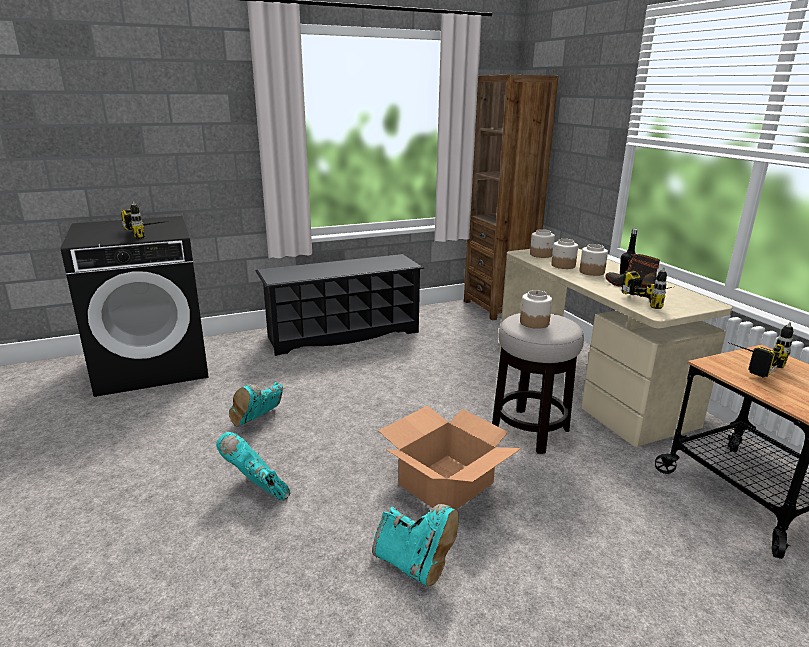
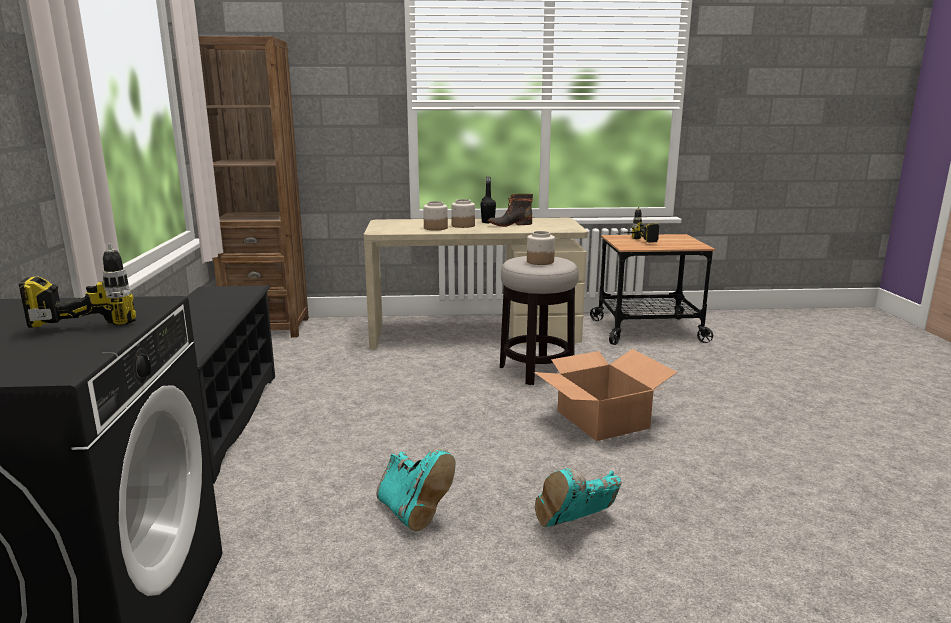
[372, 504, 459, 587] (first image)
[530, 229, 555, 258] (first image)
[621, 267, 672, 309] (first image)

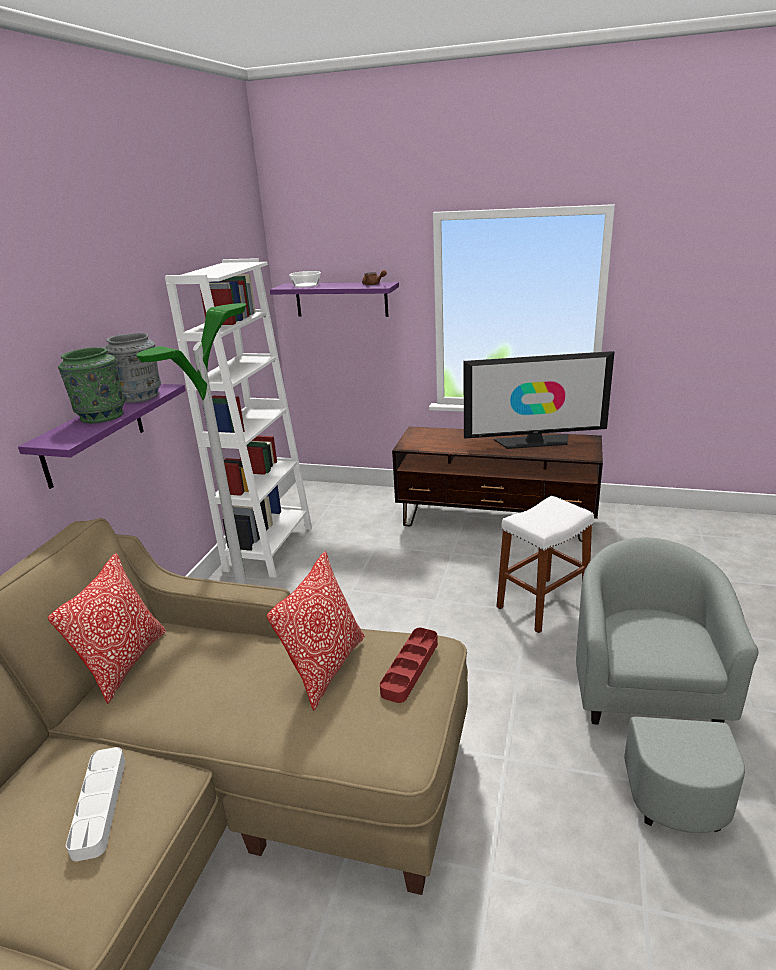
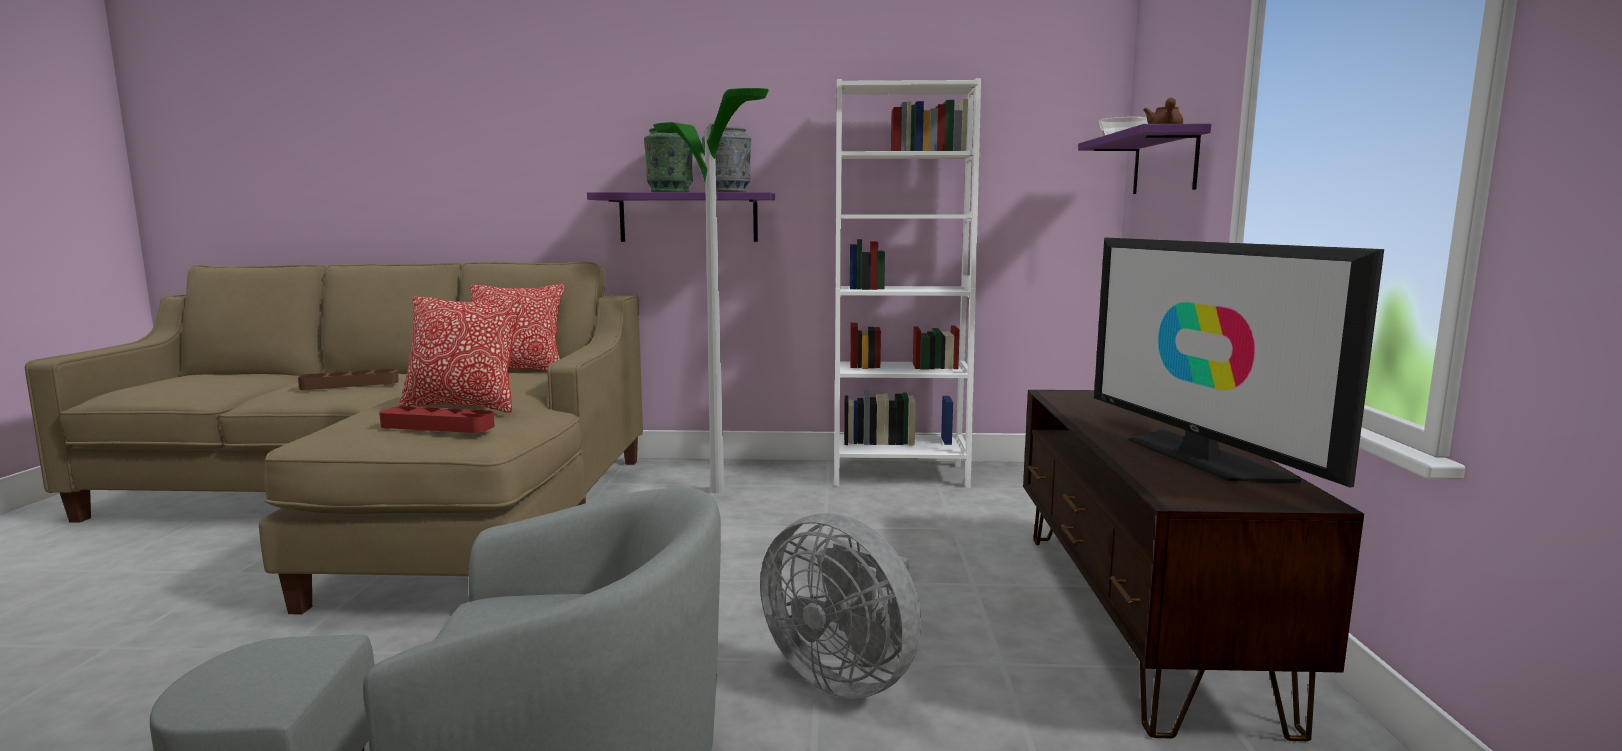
[298, 369, 399, 390]
[760, 513, 921, 699]

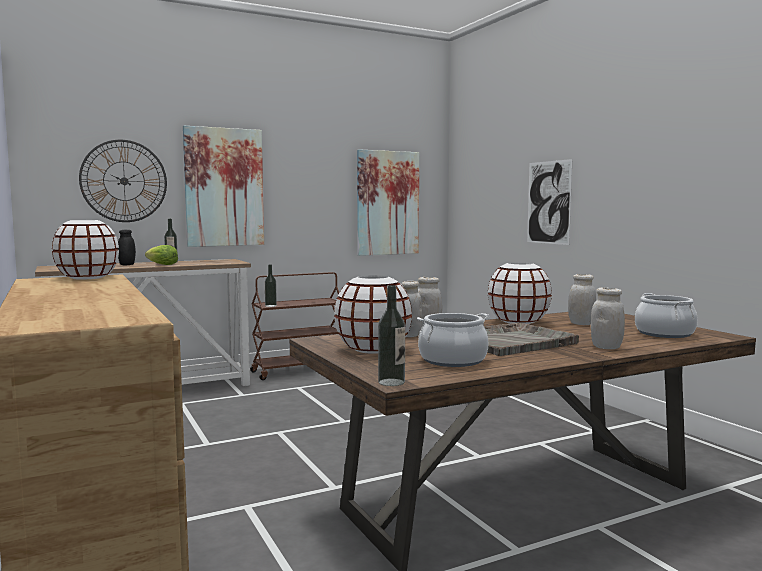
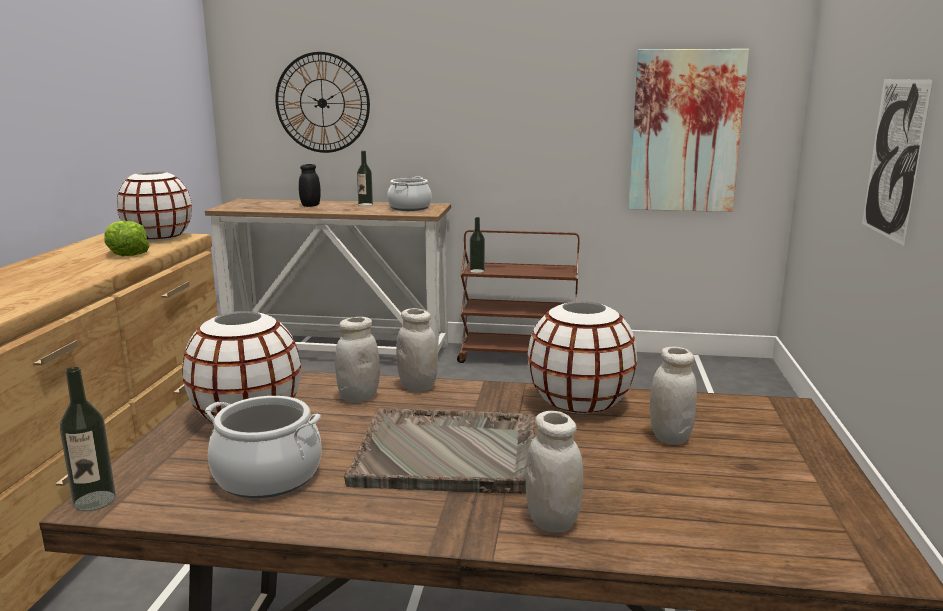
[104, 221, 150, 256]
[183, 126, 264, 247] (first image)
[387, 176, 432, 211]

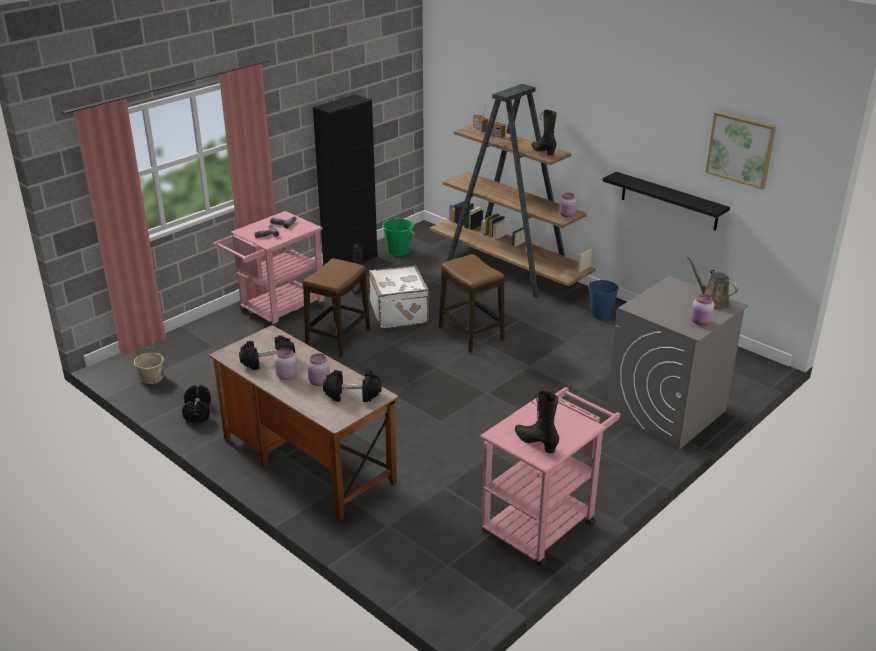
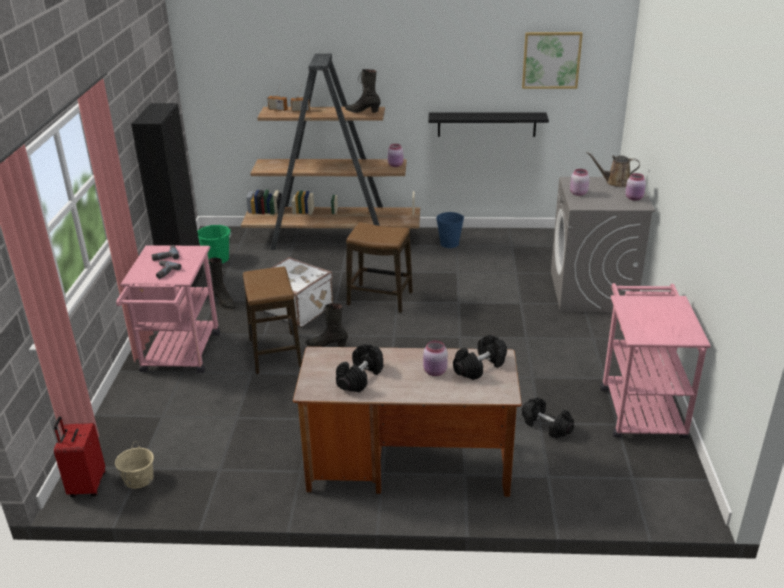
[522, 397, 574, 438]
[570, 169, 589, 196]
[306, 303, 348, 347]
[54, 416, 105, 497]

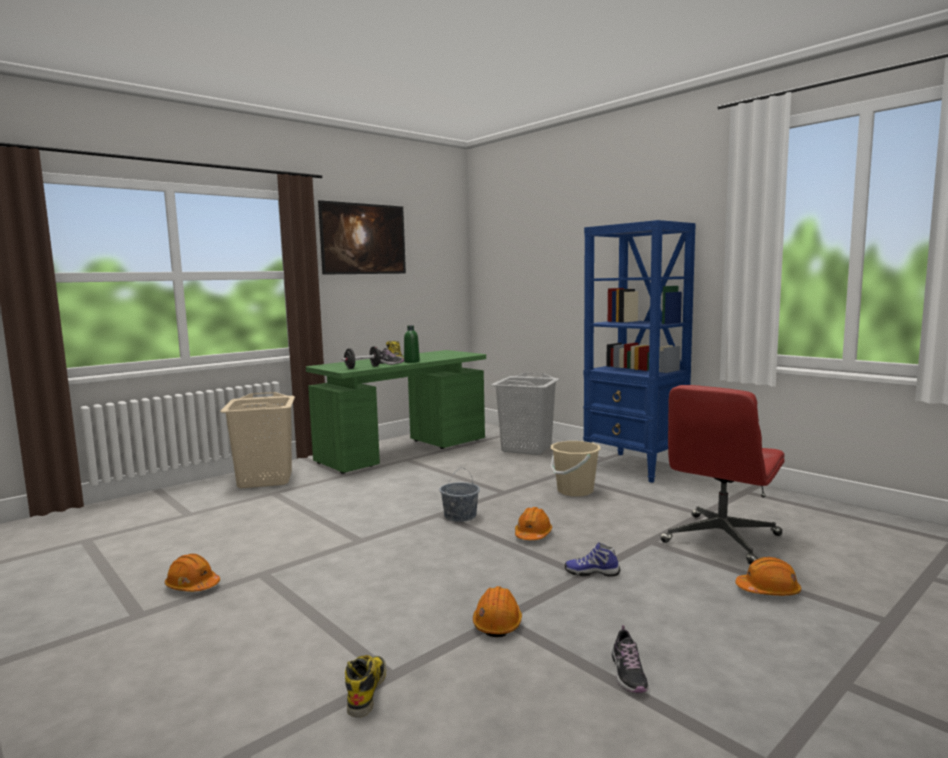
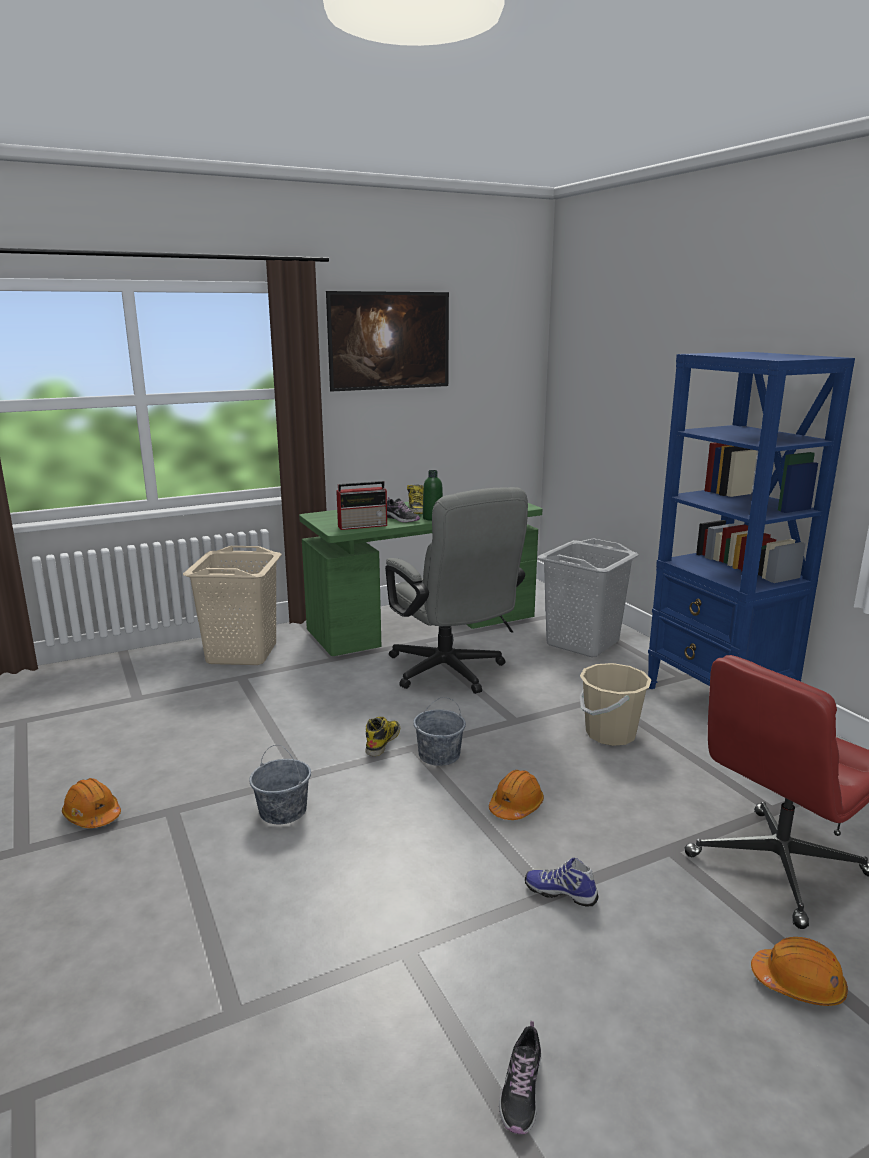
[336, 481, 387, 530]
[366, 717, 400, 756]
[473, 586, 522, 637] (first image)
[249, 745, 311, 824]
[385, 487, 528, 694]

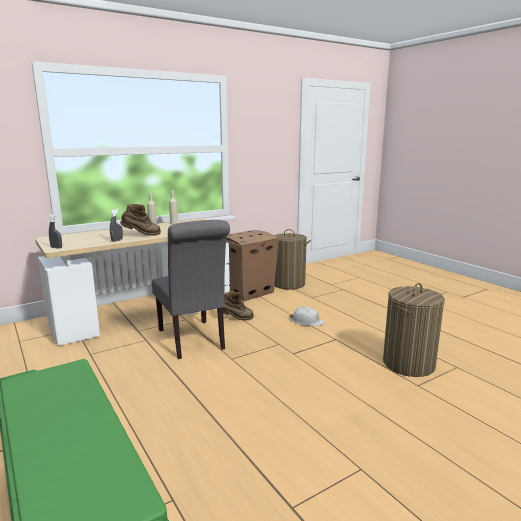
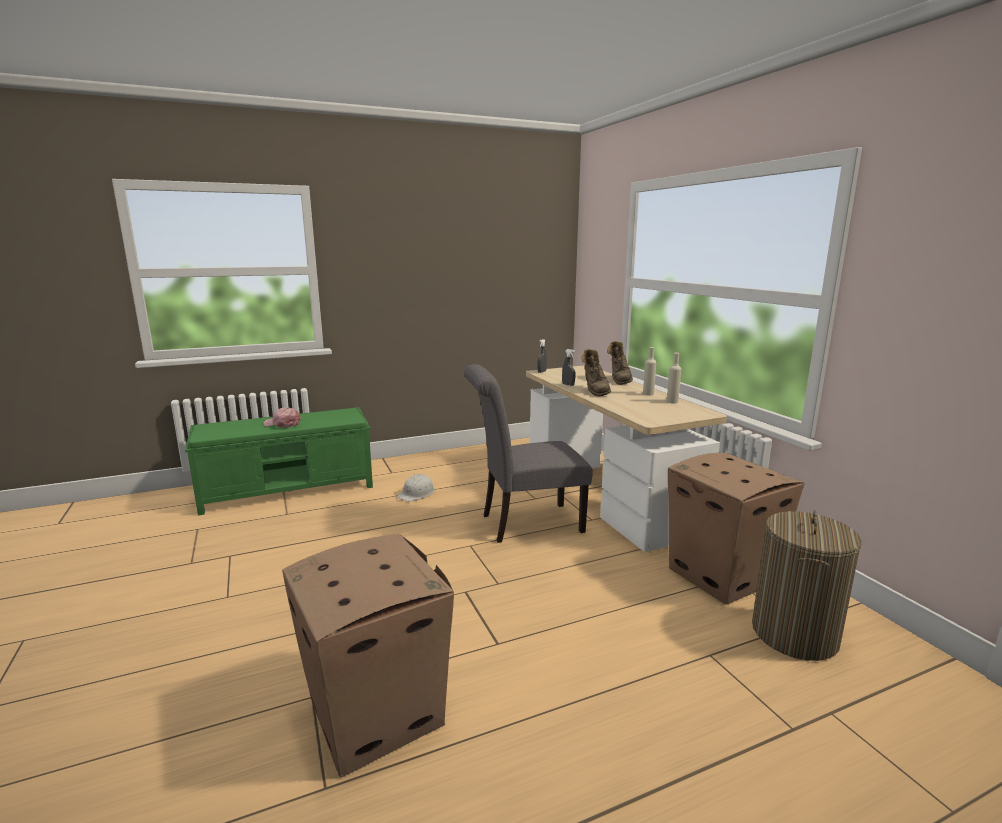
[607, 341, 633, 385]
[397, 474, 435, 501]
[282, 534, 454, 777]
[263, 407, 301, 428]

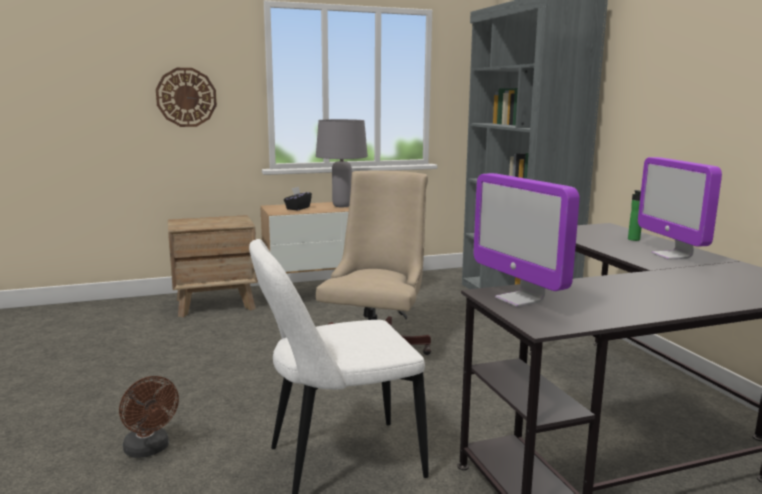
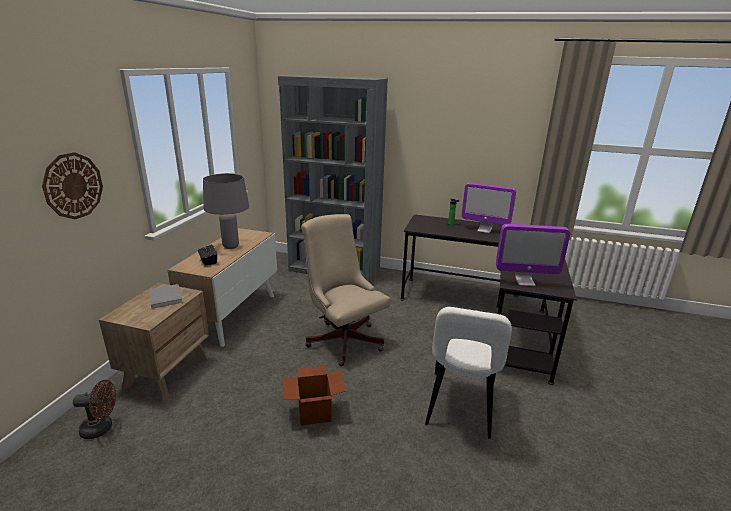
[73, 380, 116, 439]
[149, 284, 183, 308]
[283, 366, 346, 426]

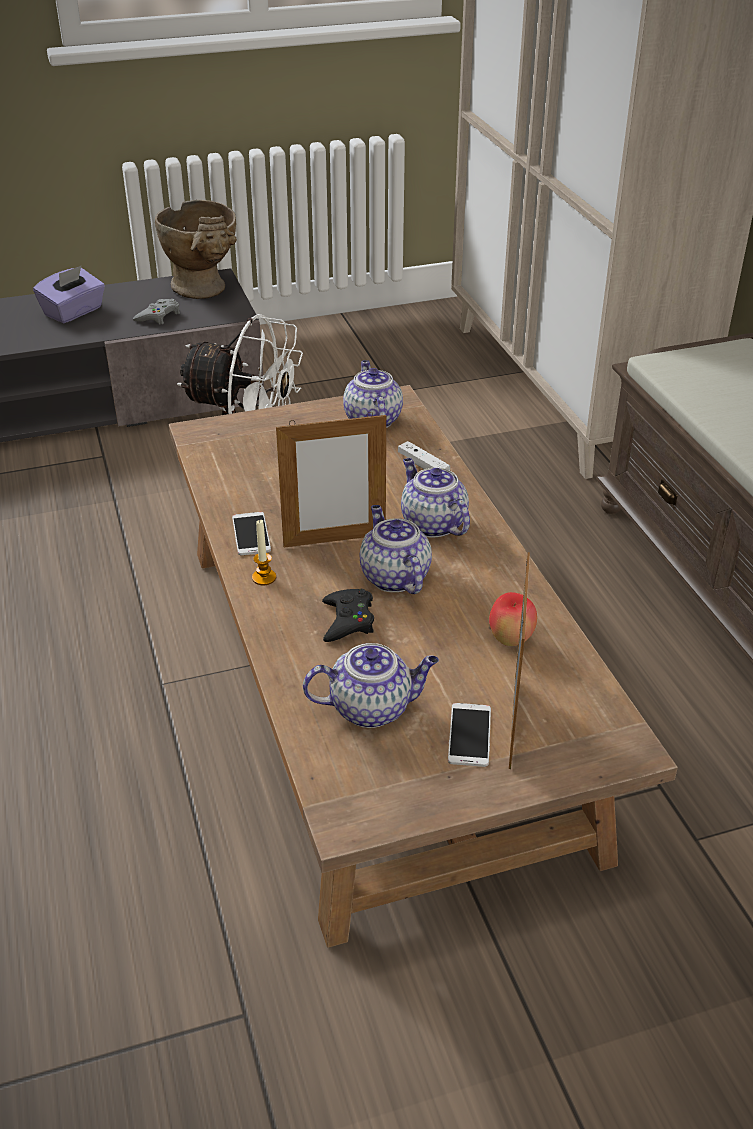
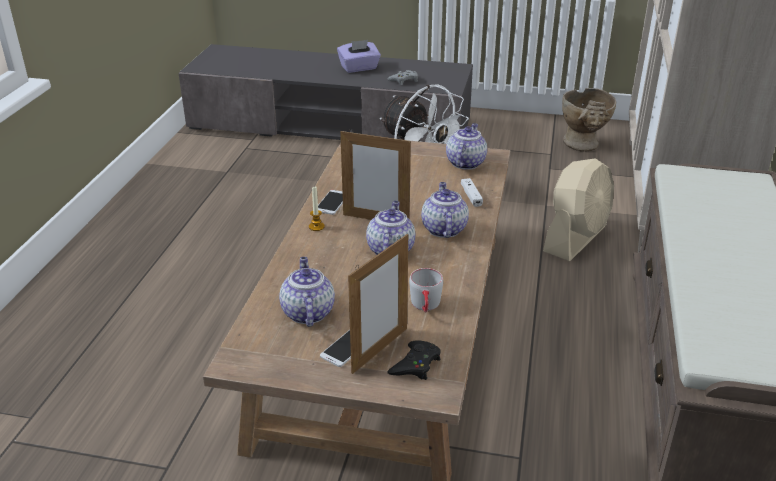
[562, 88, 616, 152]
[279, 257, 335, 327]
[387, 340, 441, 380]
[409, 268, 443, 312]
[543, 158, 614, 261]

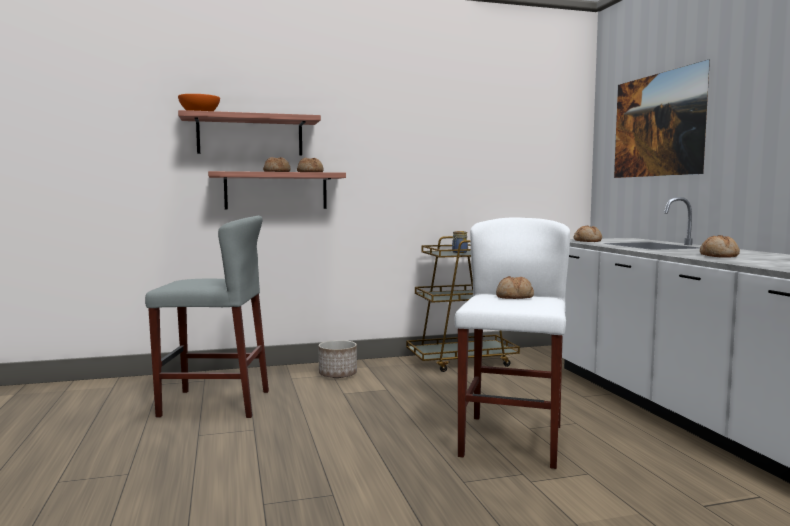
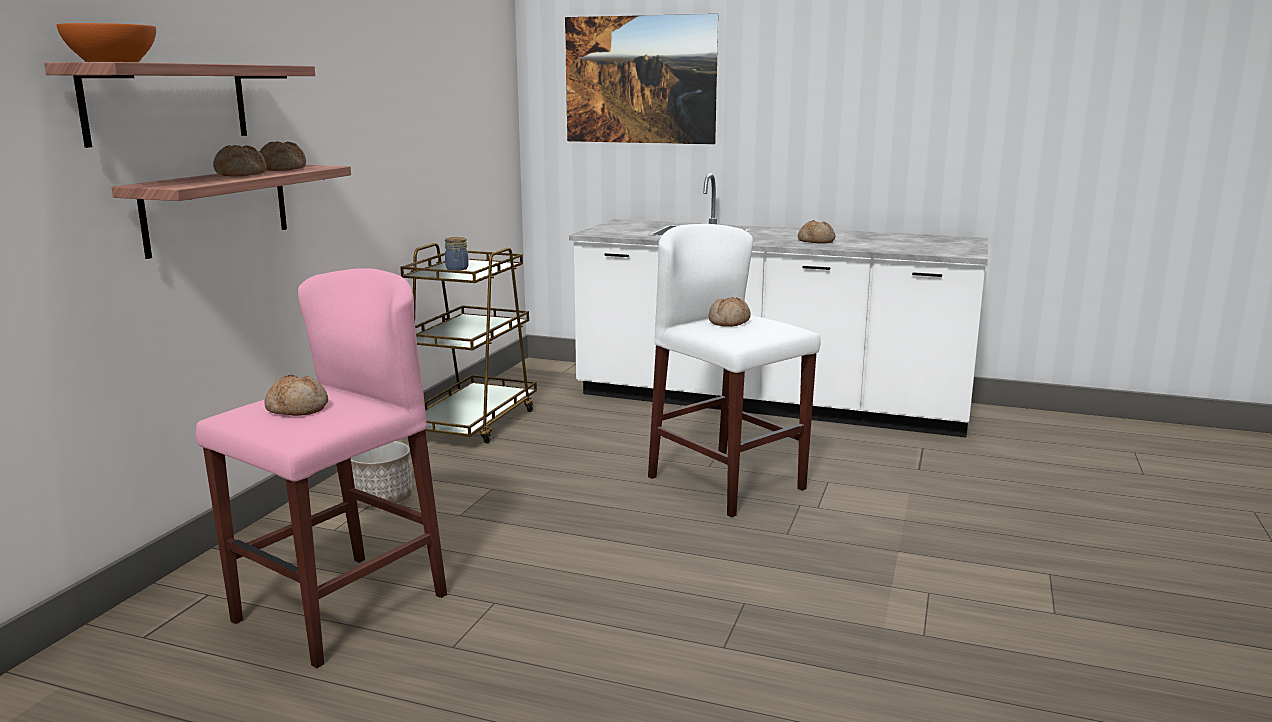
[196, 268, 447, 668]
[265, 375, 328, 416]

